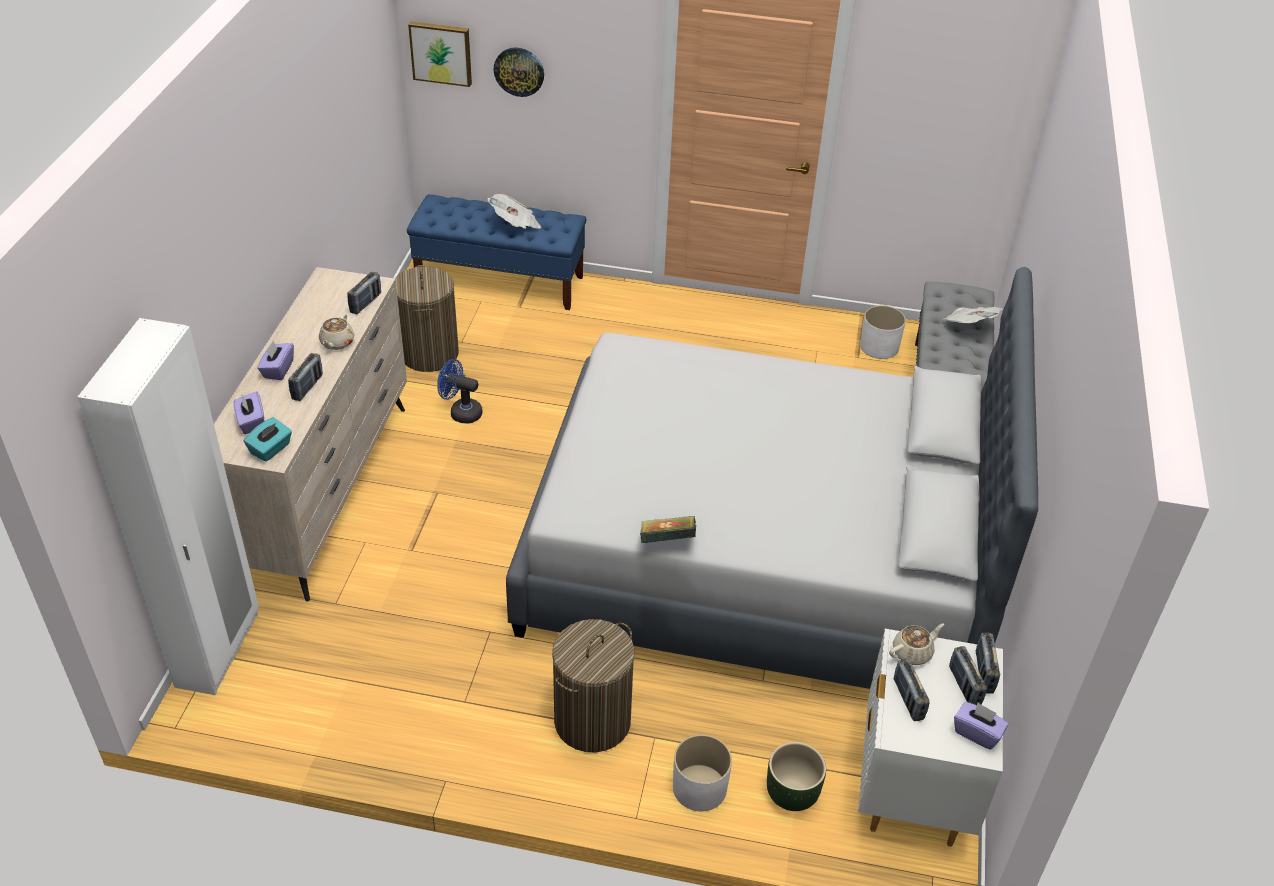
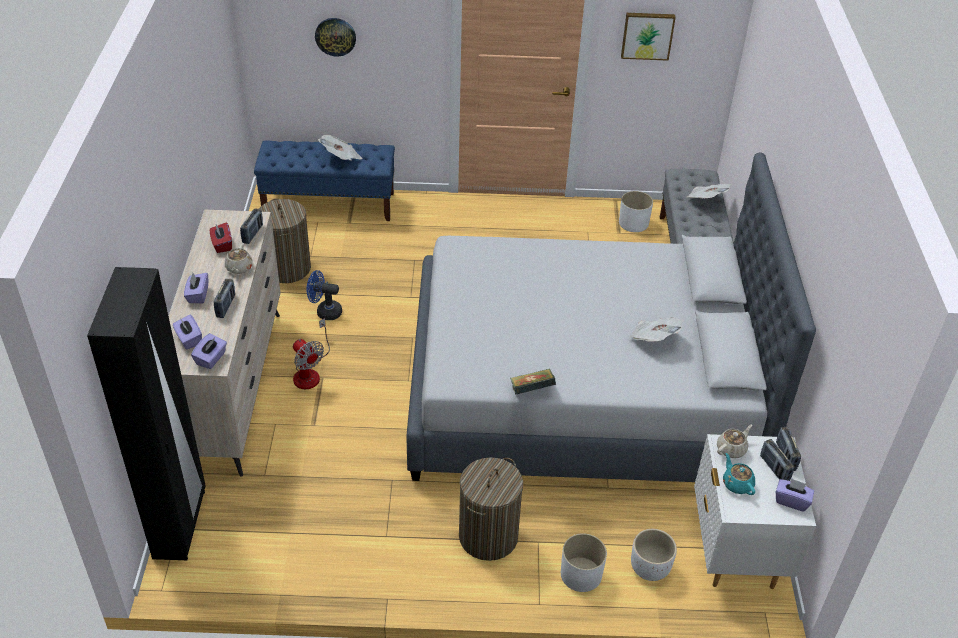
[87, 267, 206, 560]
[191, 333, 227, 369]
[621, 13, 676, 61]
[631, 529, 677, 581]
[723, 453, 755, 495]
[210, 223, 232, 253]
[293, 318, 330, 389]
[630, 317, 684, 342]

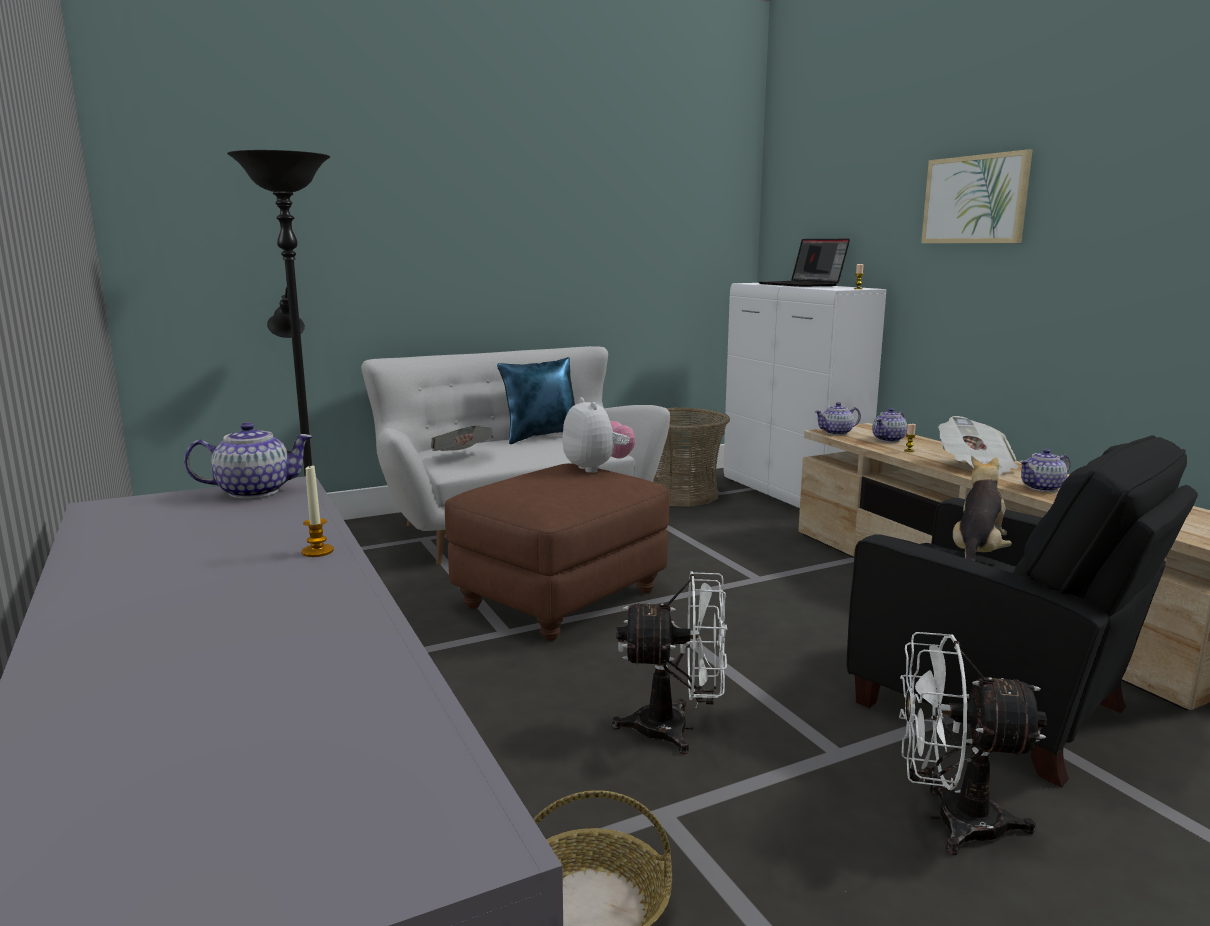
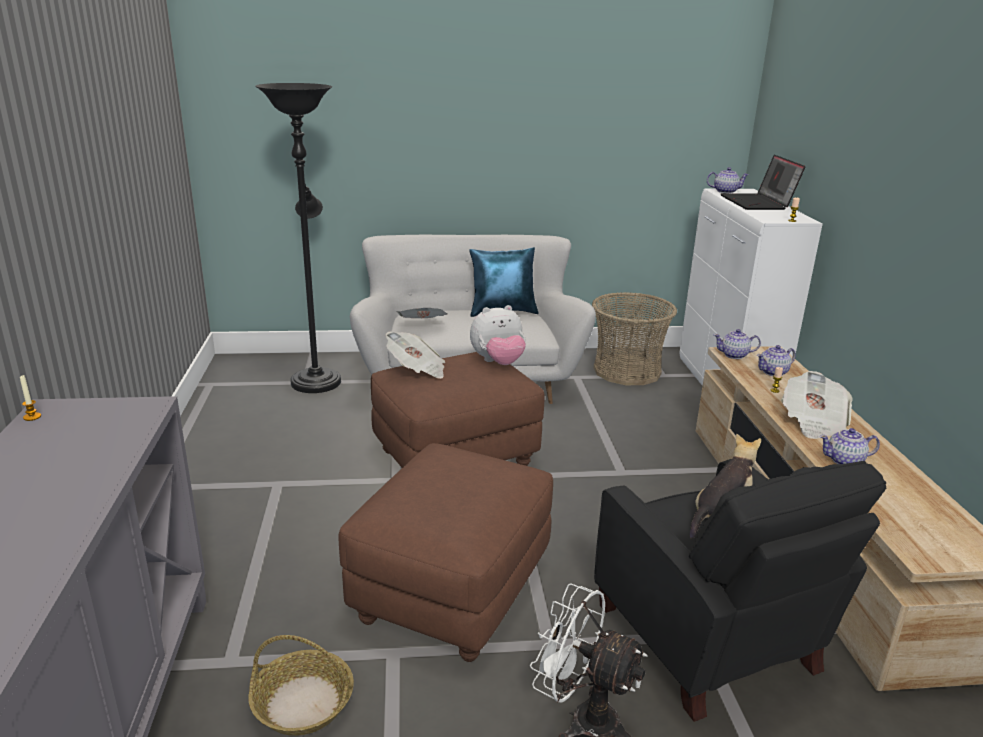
[707, 167, 749, 193]
[20, 375, 41, 421]
[470, 305, 526, 365]
[339, 443, 553, 662]
[921, 149, 1033, 243] (first image)
[386, 332, 445, 379]

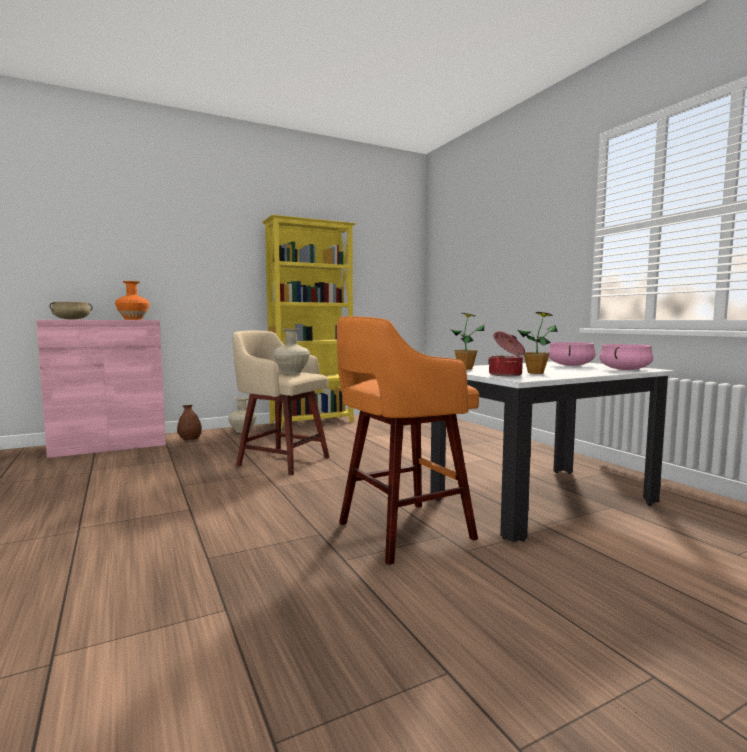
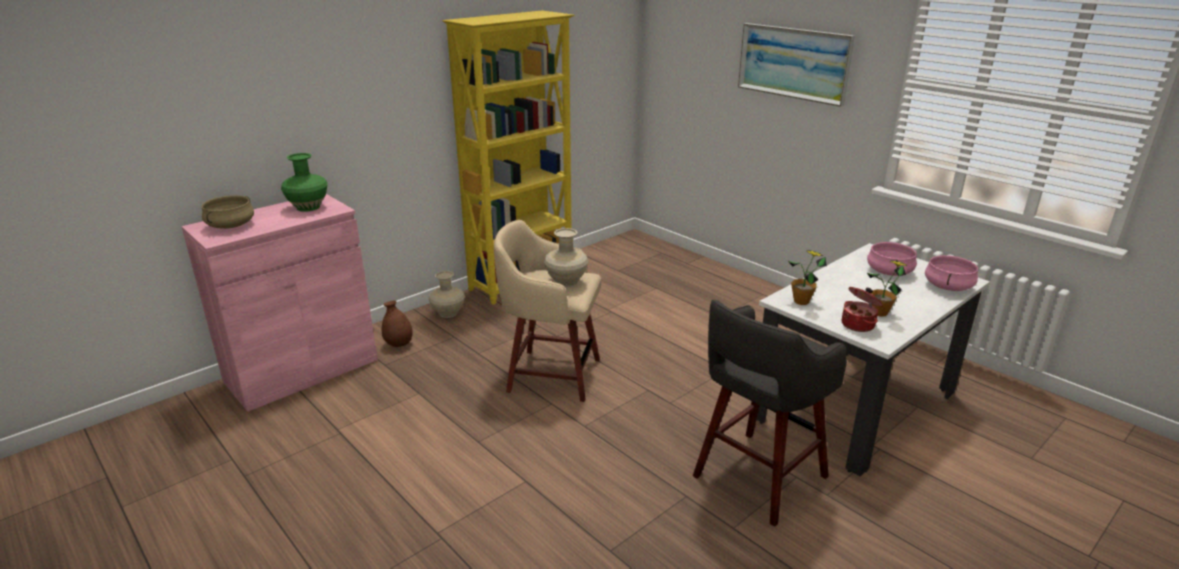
[281, 153, 328, 212]
[693, 300, 847, 527]
[738, 23, 855, 107]

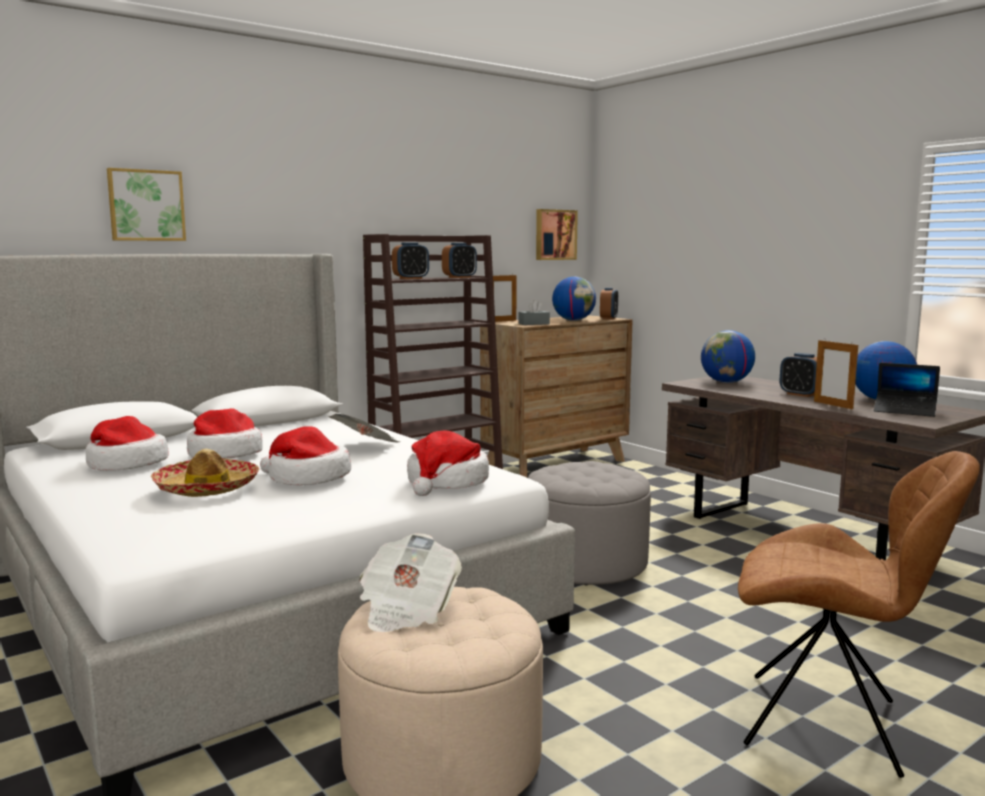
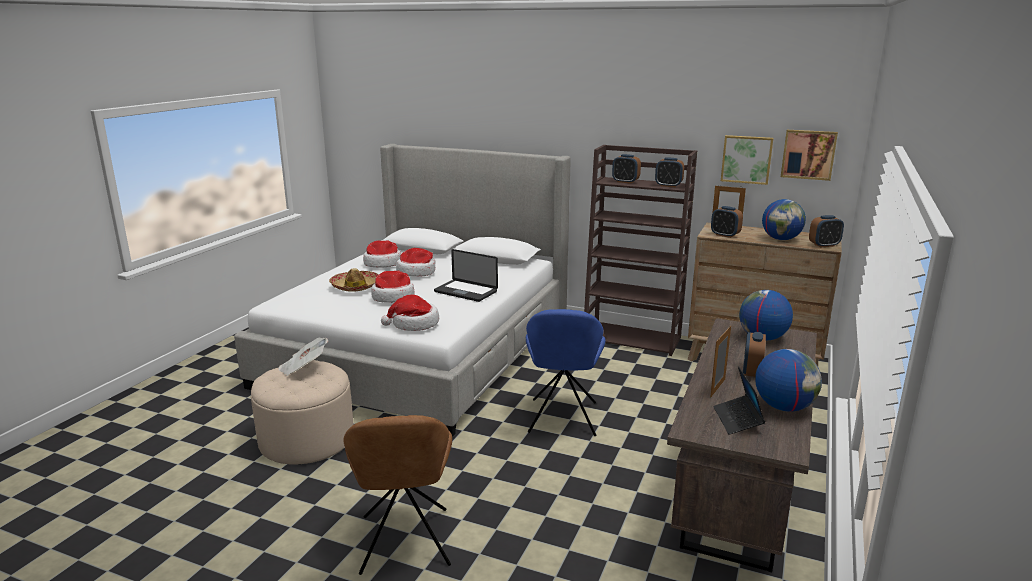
[721, 135, 773, 185]
[434, 249, 498, 302]
[711, 206, 743, 238]
[526, 309, 606, 436]

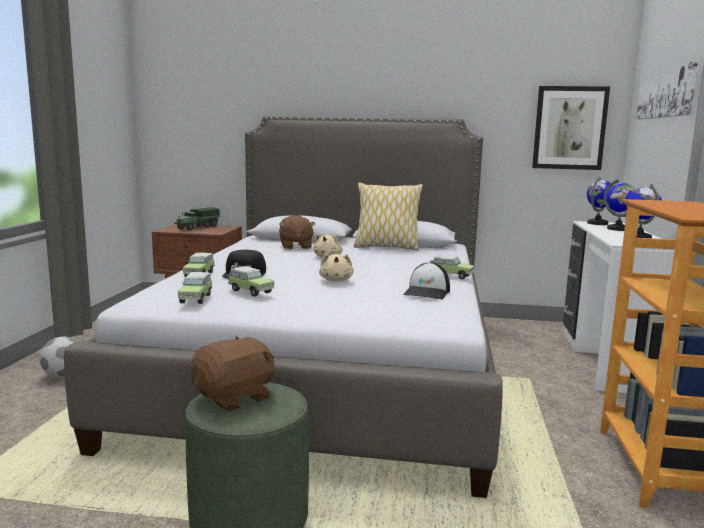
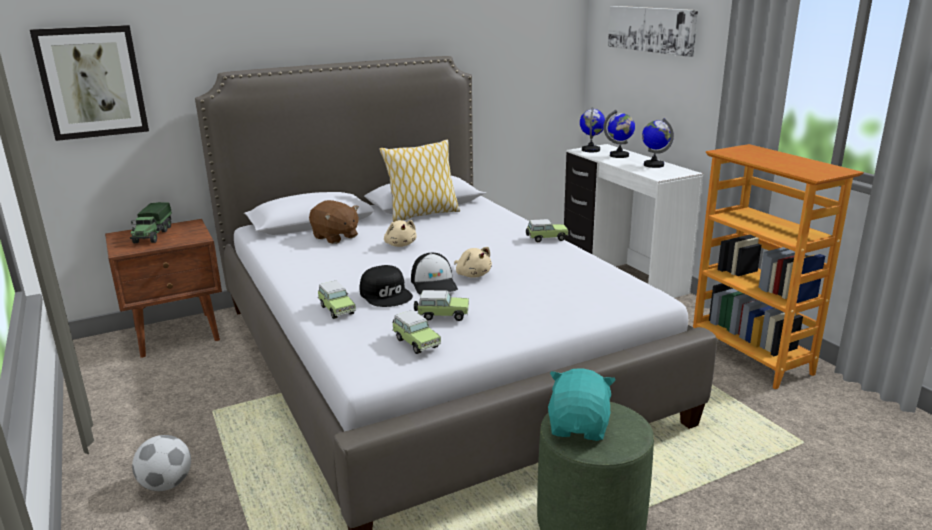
[548, 368, 616, 441]
[411, 253, 458, 294]
[30, 25, 149, 141]

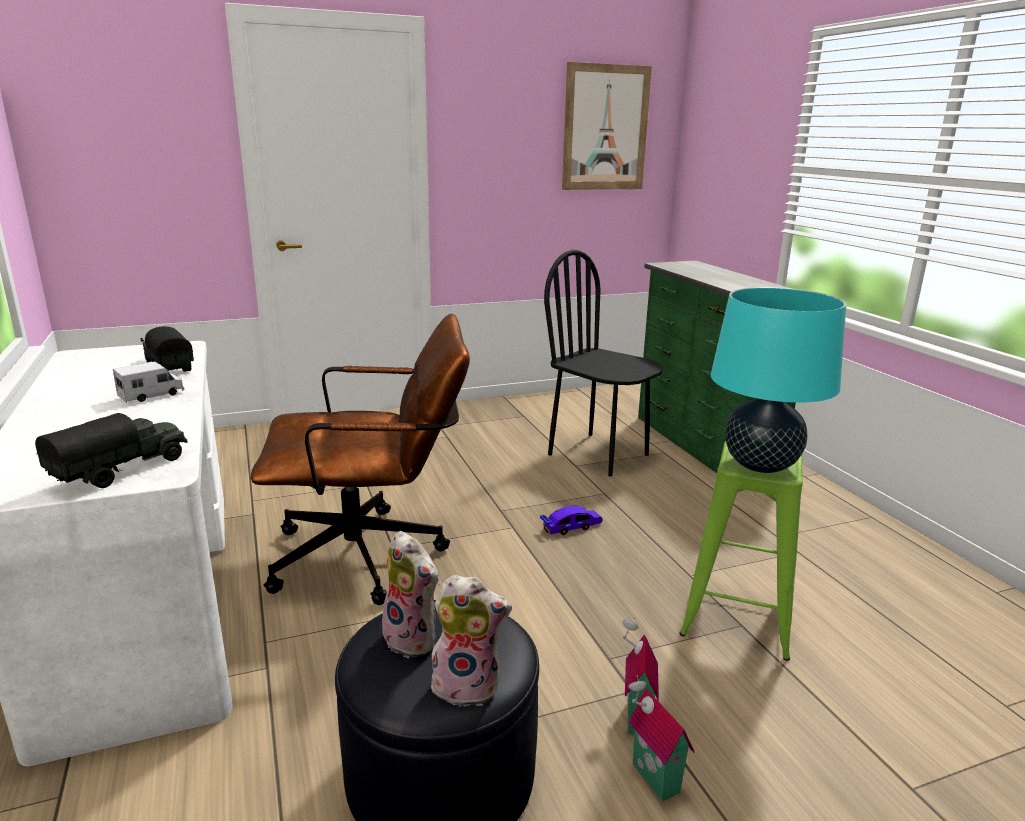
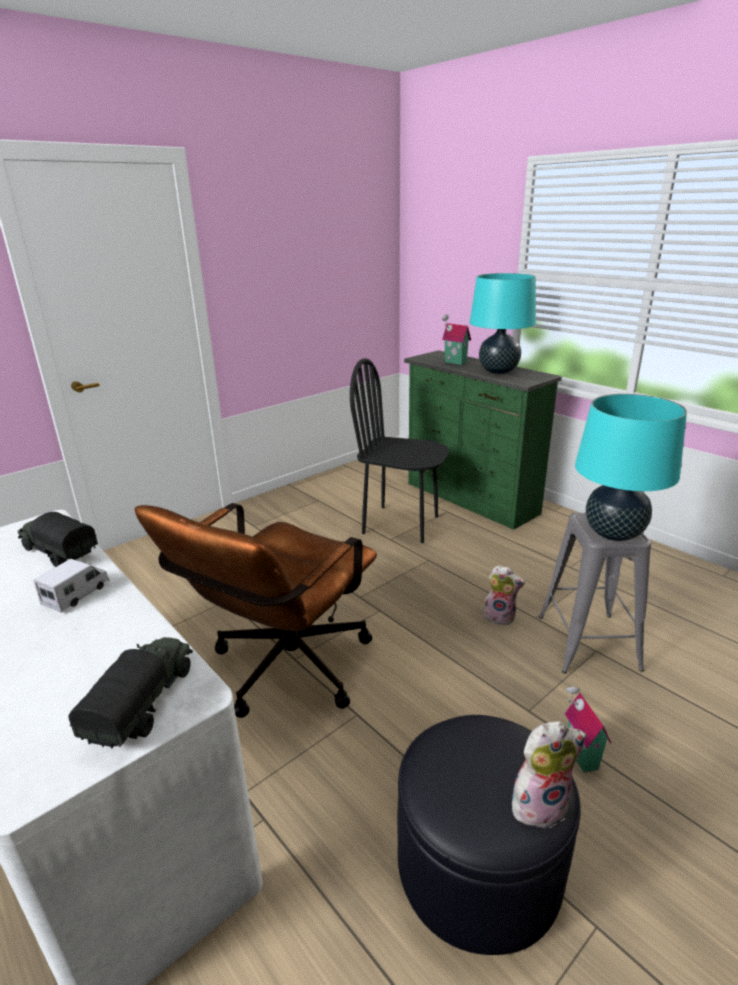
[135, 503, 377, 718]
[483, 565, 525, 626]
[540, 505, 603, 535] (first image)
[562, 62, 652, 190] (first image)
[442, 314, 471, 365]
[538, 513, 651, 674]
[470, 273, 536, 374]

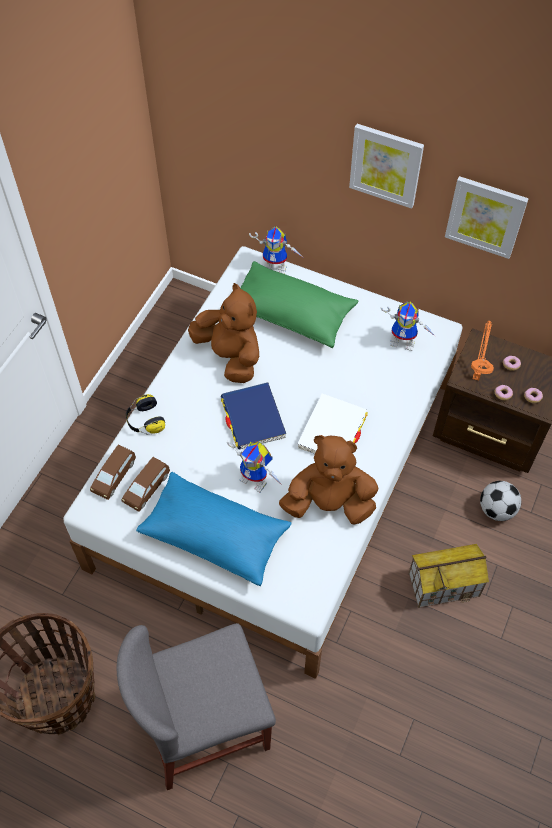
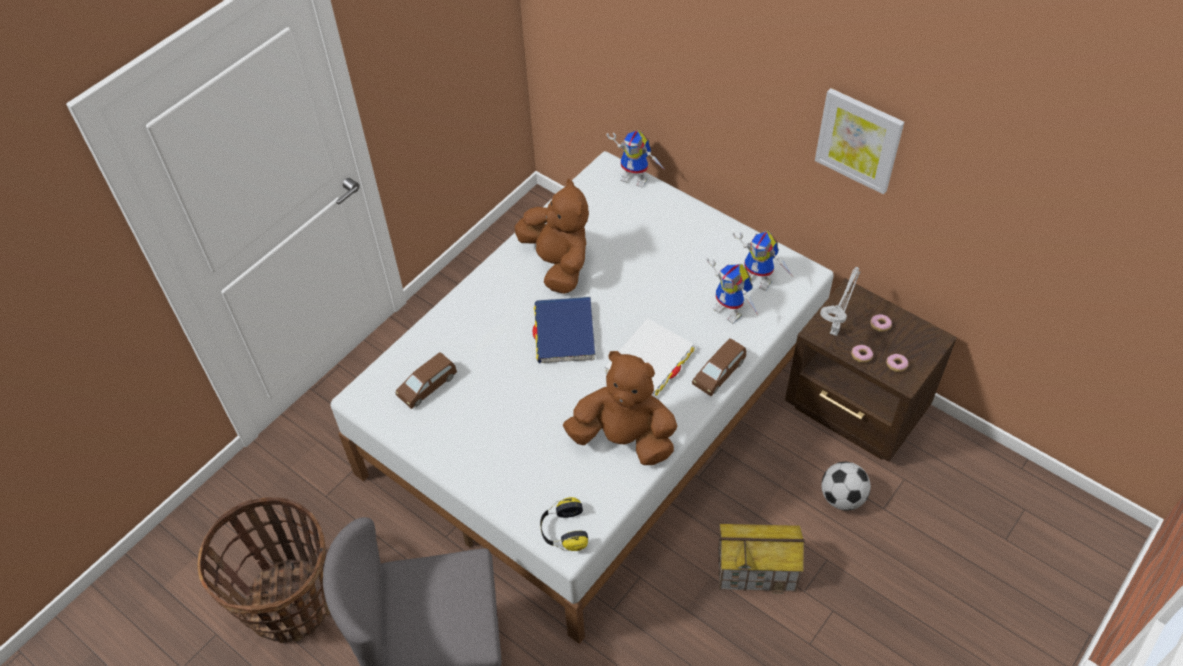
[692, 338, 746, 396]
[540, 497, 588, 551]
[136, 472, 292, 586] (first image)
[707, 258, 758, 324]
[240, 261, 358, 348] (first image)
[349, 124, 424, 209] (first image)
[820, 267, 860, 336]

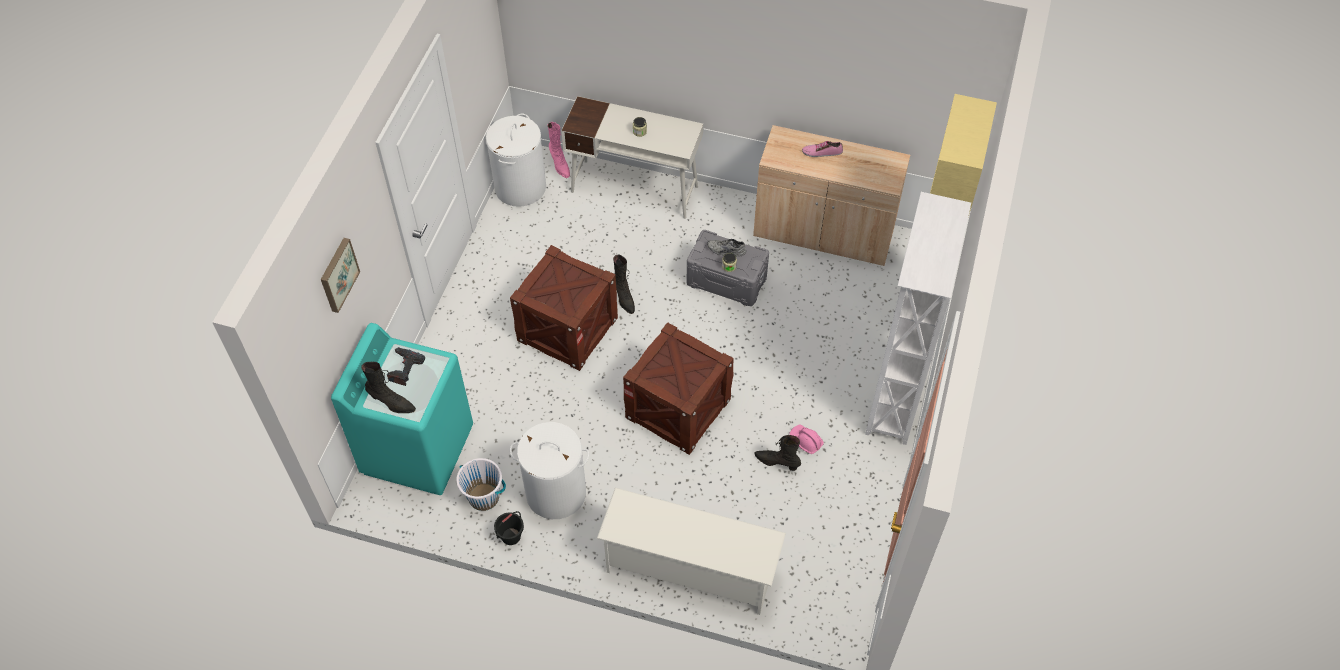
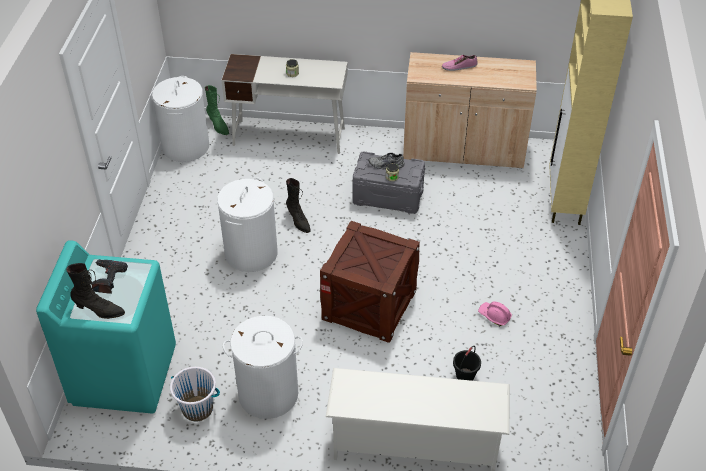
[321, 238, 360, 313] (first image)
[453, 346, 481, 381]
[217, 177, 277, 272]
[205, 85, 229, 135]
[754, 435, 801, 471] (first image)
[865, 192, 971, 445] (first image)

